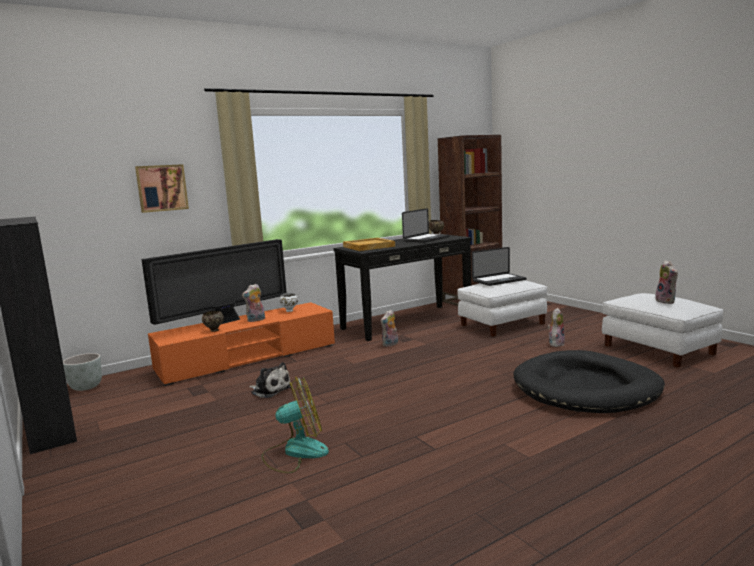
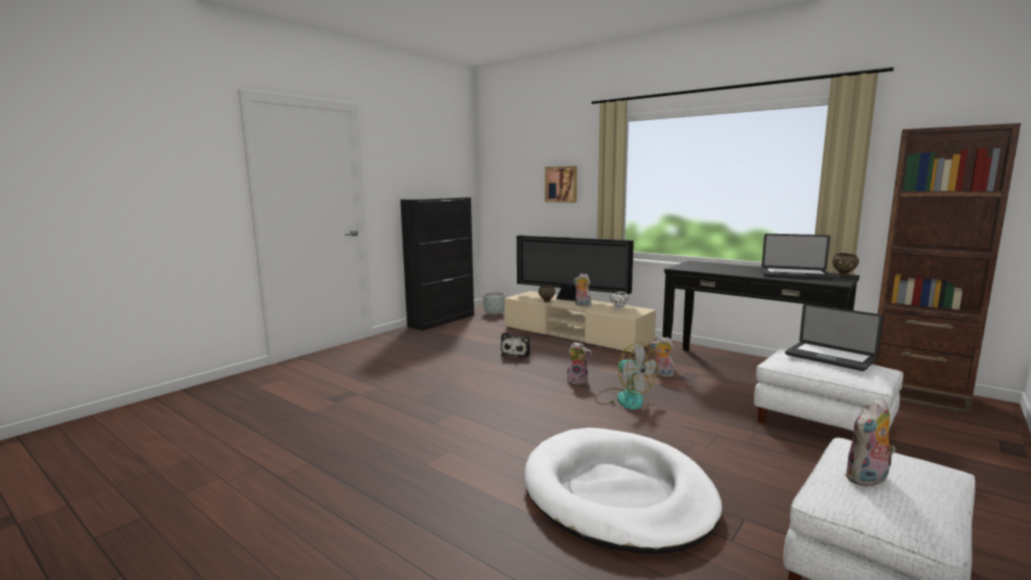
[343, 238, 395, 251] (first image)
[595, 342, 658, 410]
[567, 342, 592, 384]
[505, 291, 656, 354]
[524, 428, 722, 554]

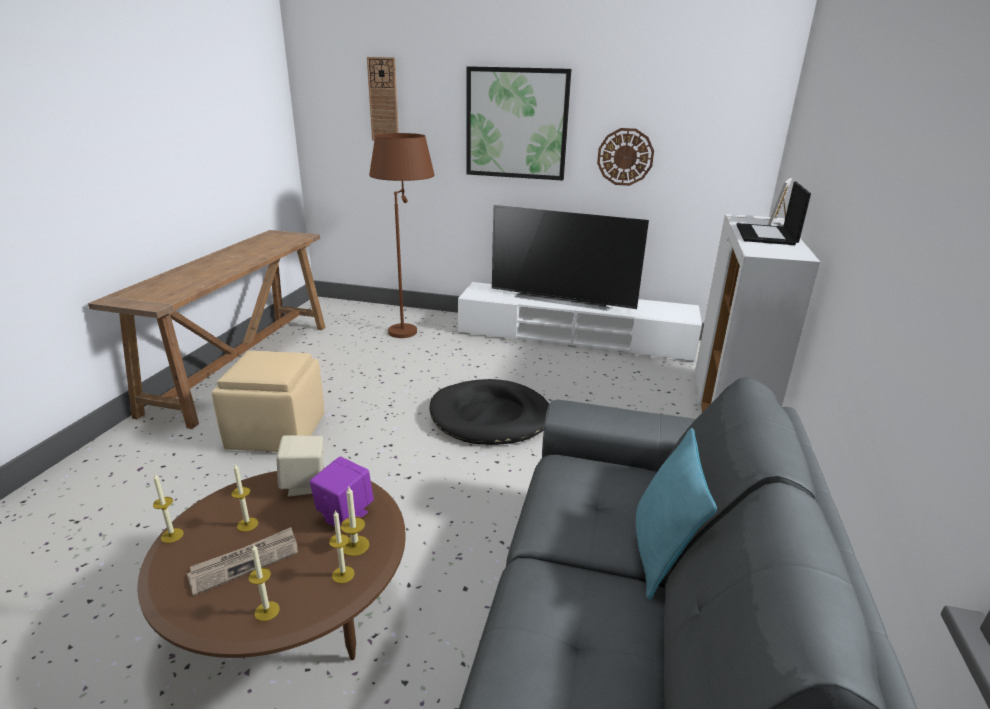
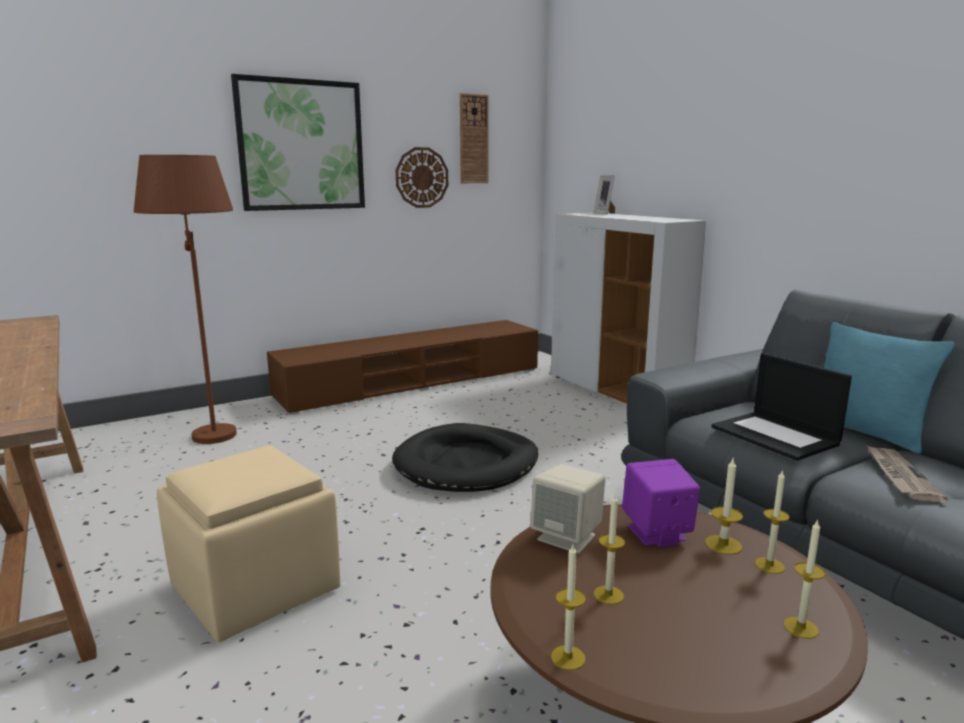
[492, 205, 649, 311] (first image)
[866, 445, 948, 502]
[460, 93, 489, 183]
[711, 353, 852, 461]
[267, 320, 538, 415]

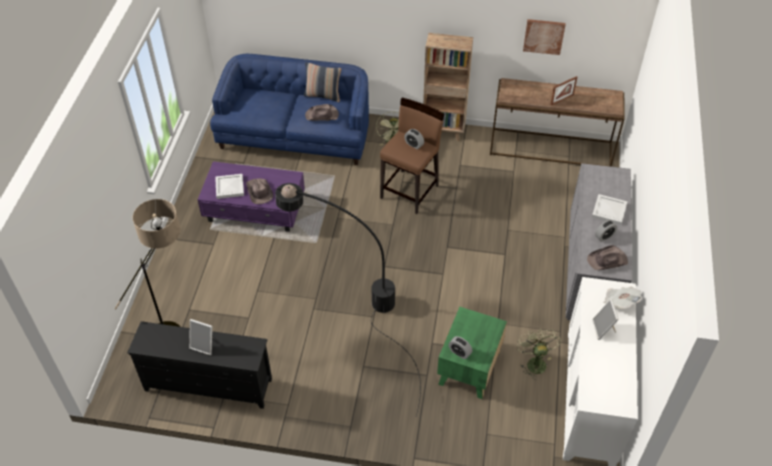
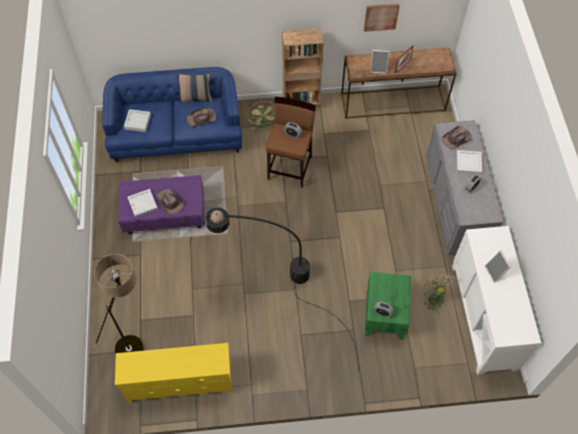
[603, 287, 641, 309] (first image)
[124, 109, 151, 132]
[370, 50, 390, 74]
[442, 126, 472, 149]
[115, 343, 232, 403]

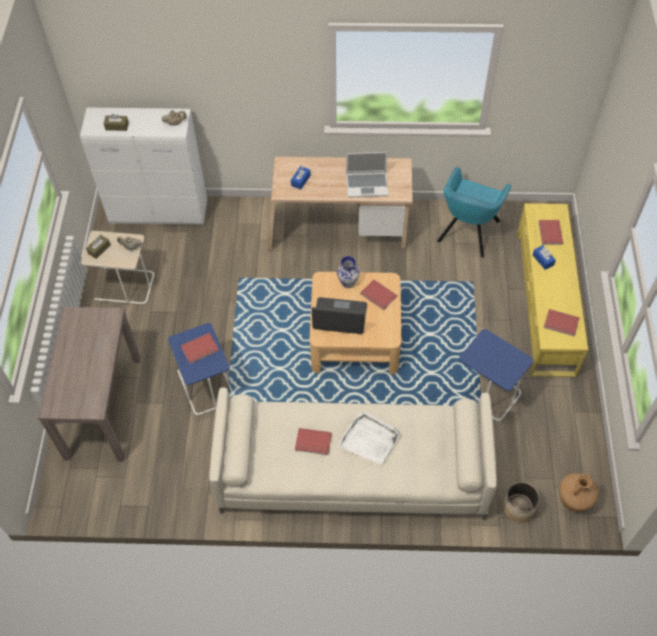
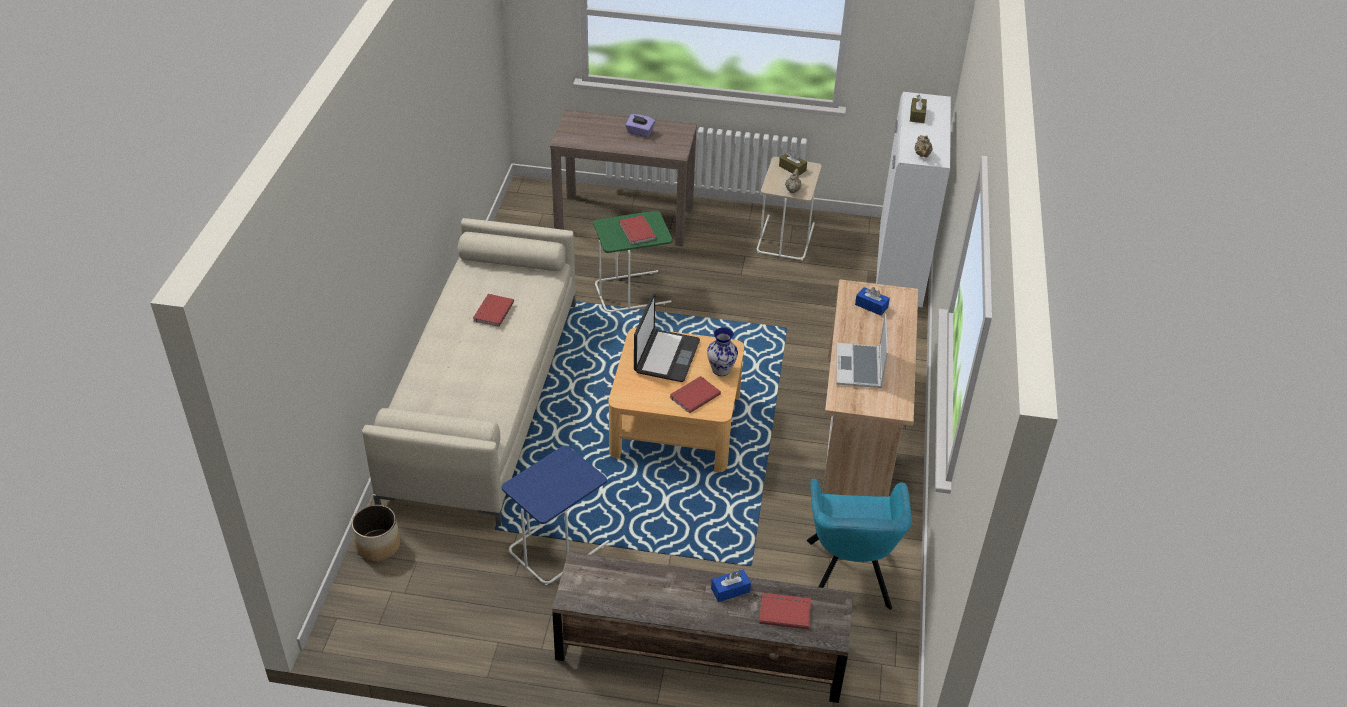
[339, 412, 400, 465] (first image)
[544, 309, 580, 337] (first image)
[559, 473, 599, 512] (first image)
[625, 114, 655, 137]
[593, 211, 673, 312]
[552, 551, 853, 703]
[807, 479, 912, 610]

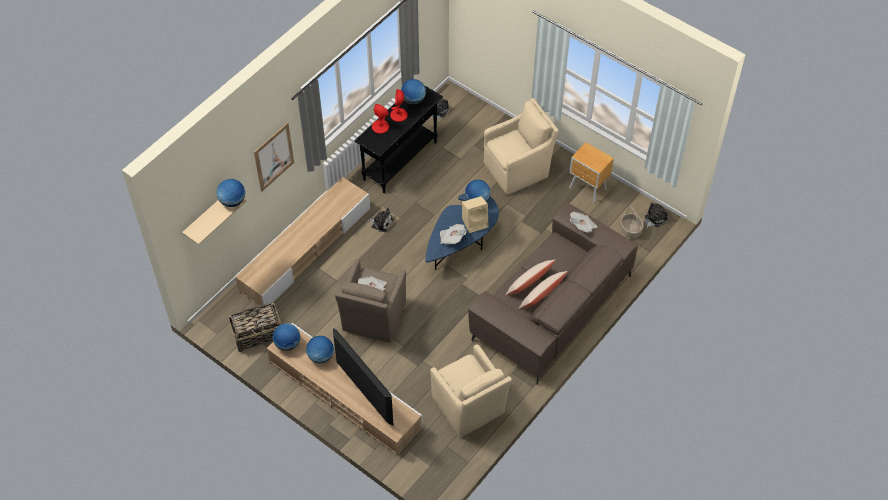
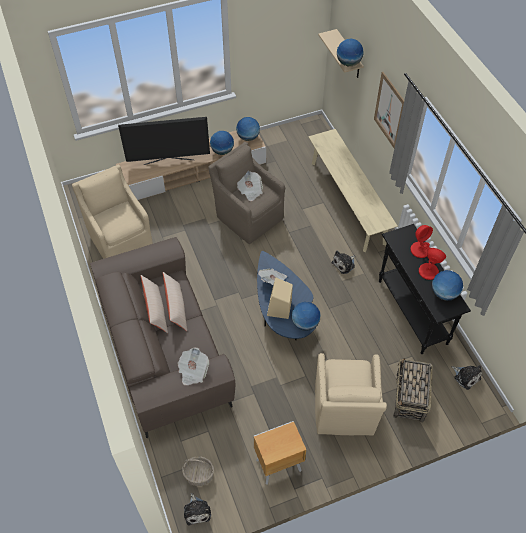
[393, 358, 433, 423]
[308, 129, 398, 252]
[72, 165, 153, 259]

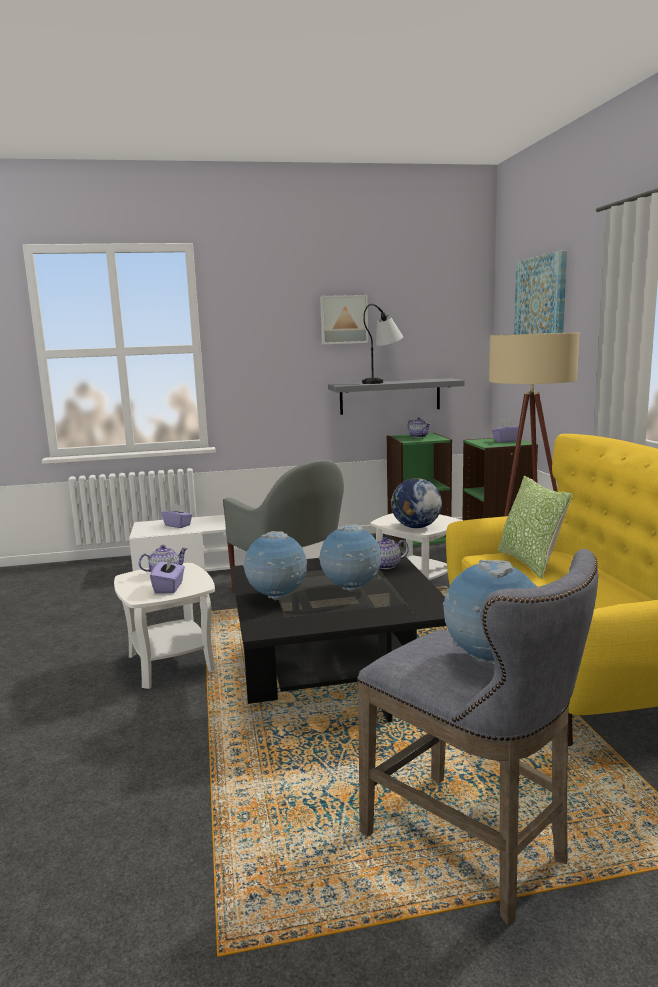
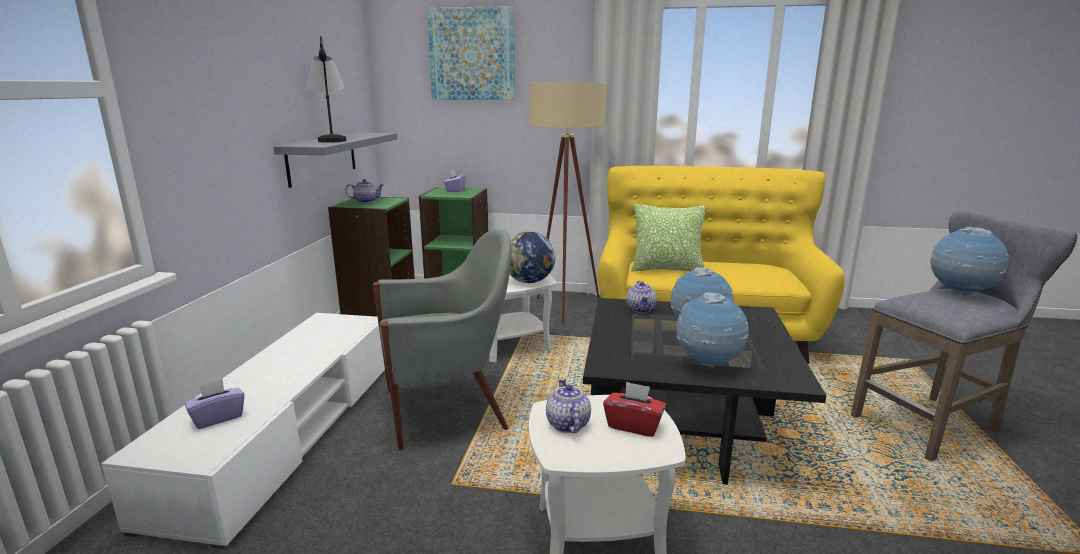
[320, 295, 368, 344] (first image)
[603, 381, 666, 437]

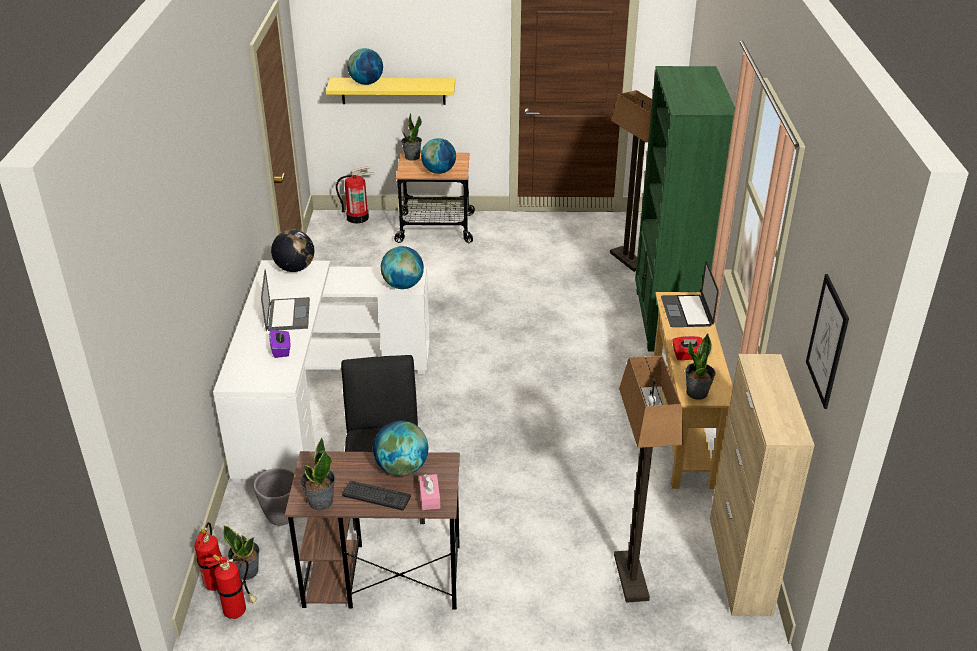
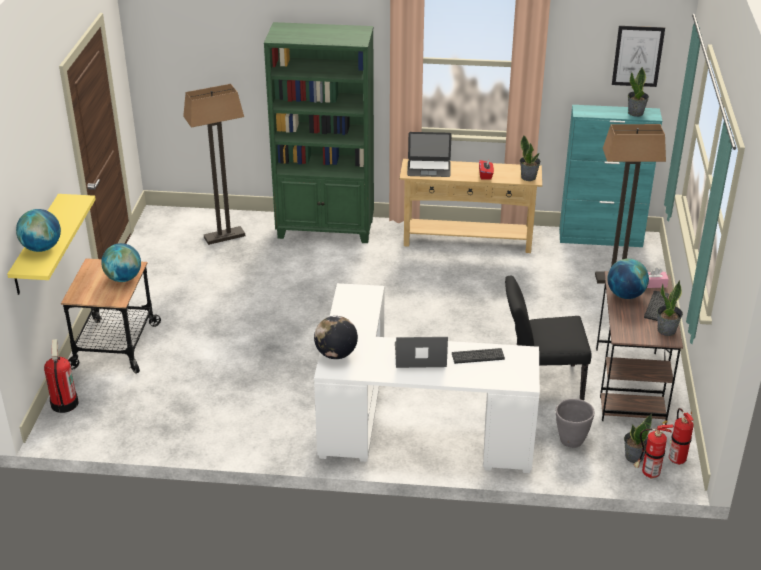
[381, 246, 424, 289] (first image)
[628, 67, 649, 117]
[452, 348, 505, 364]
[559, 105, 662, 247]

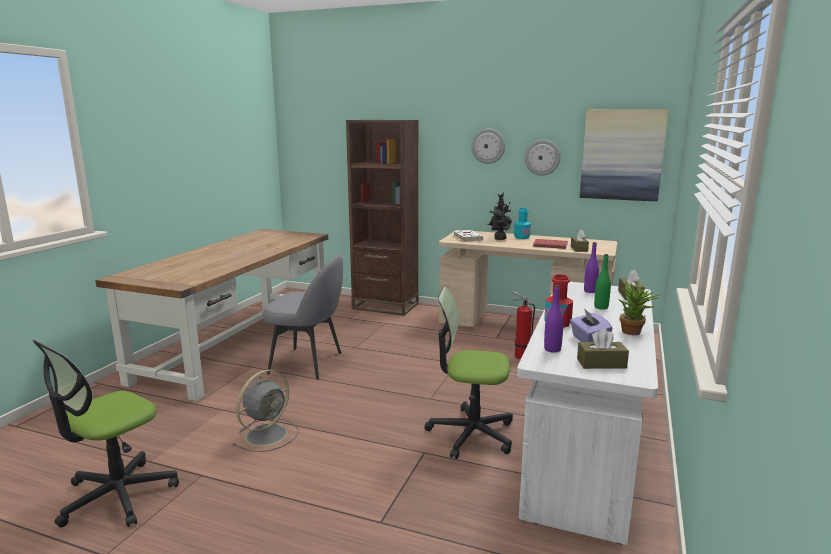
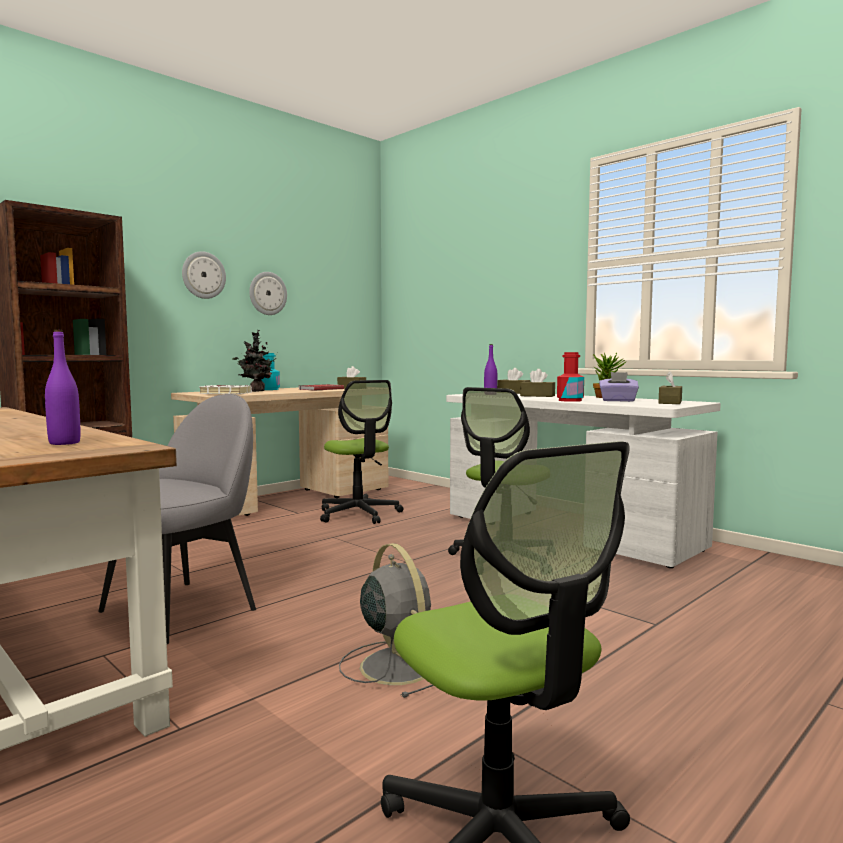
[580, 109, 669, 202] (first image)
[45, 330, 80, 445]
[320, 380, 404, 524]
[520, 369, 555, 397]

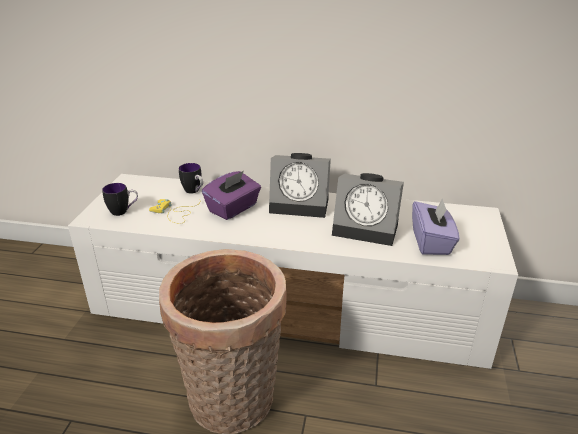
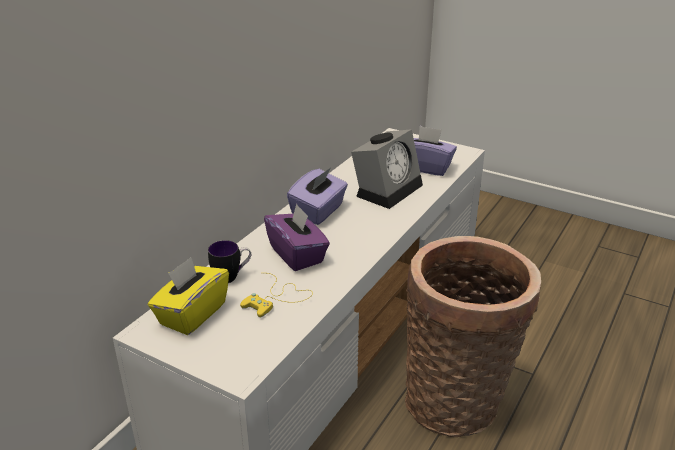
[102, 183, 138, 216] (first image)
[148, 257, 229, 335]
[287, 168, 348, 225]

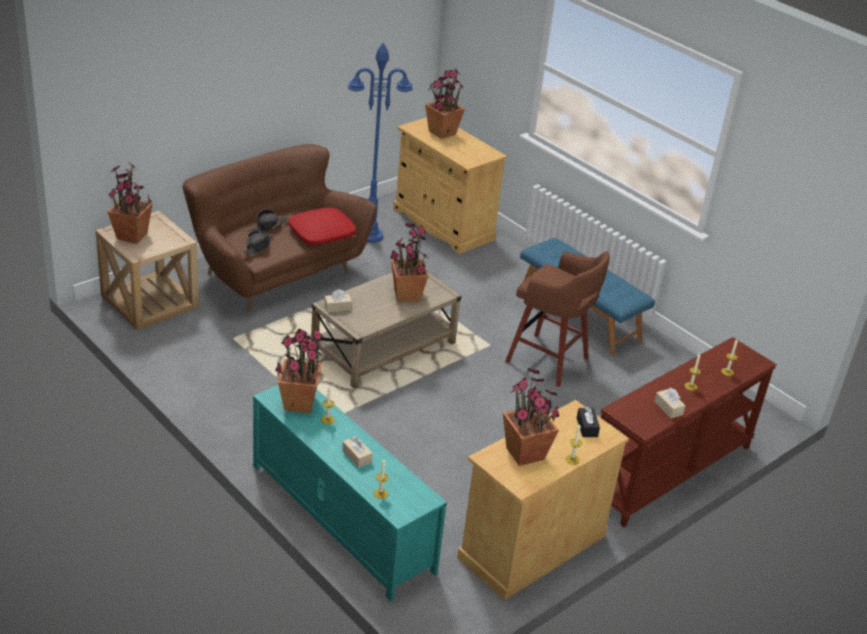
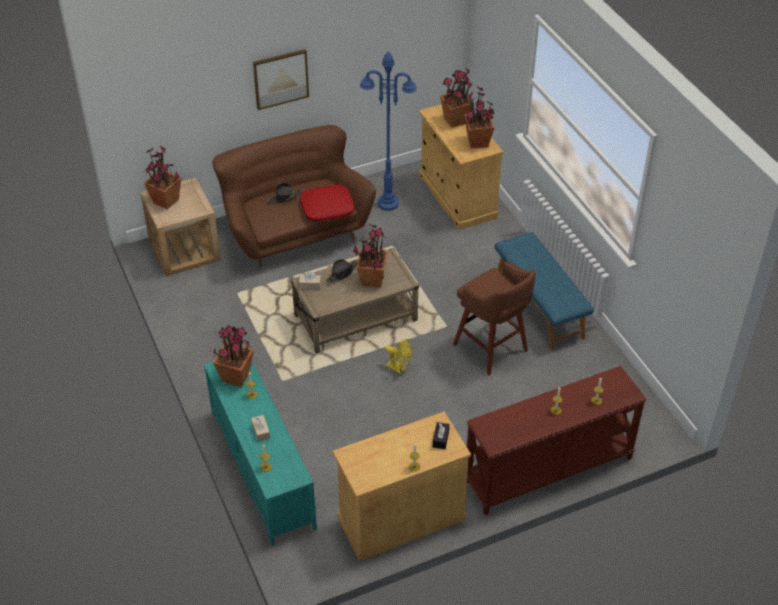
[654, 388, 685, 418] (first image)
[253, 49, 309, 110]
[385, 339, 413, 374]
[326, 259, 358, 283]
[464, 86, 495, 149]

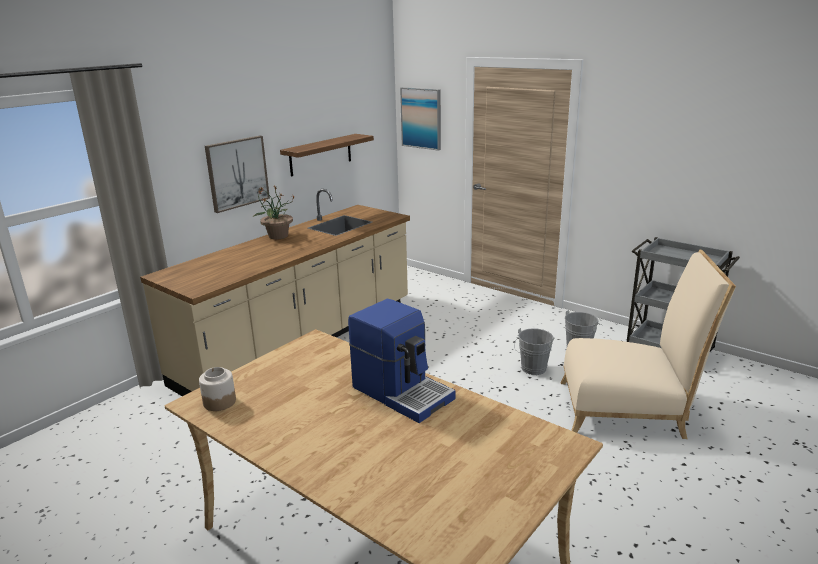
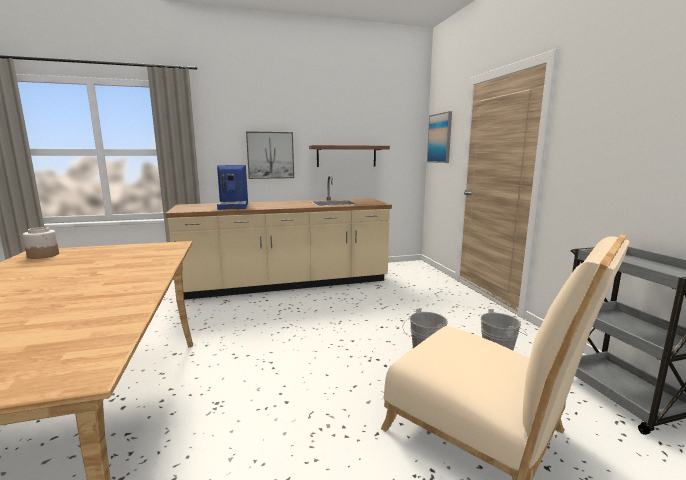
[253, 186, 295, 239] (first image)
[217, 165, 248, 210]

